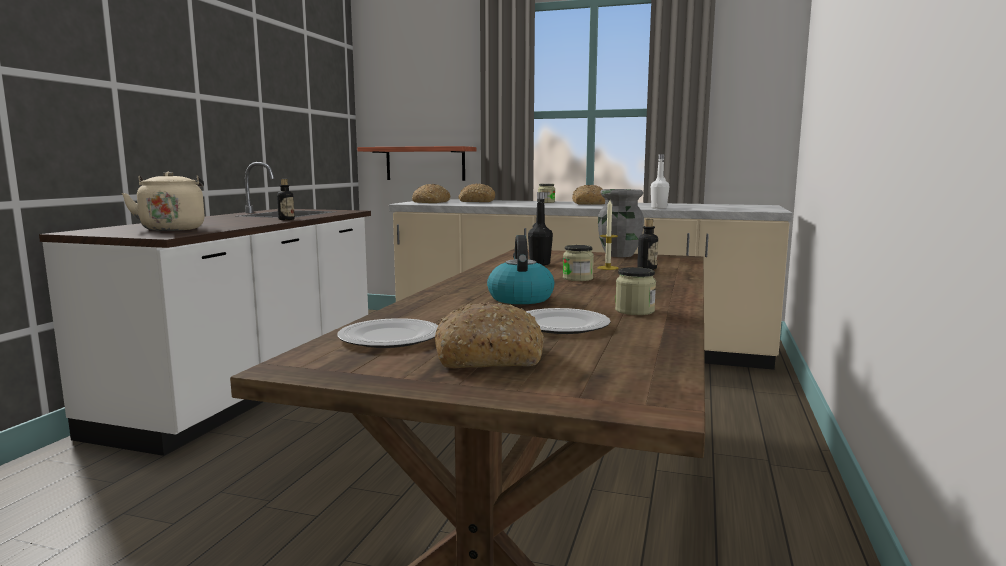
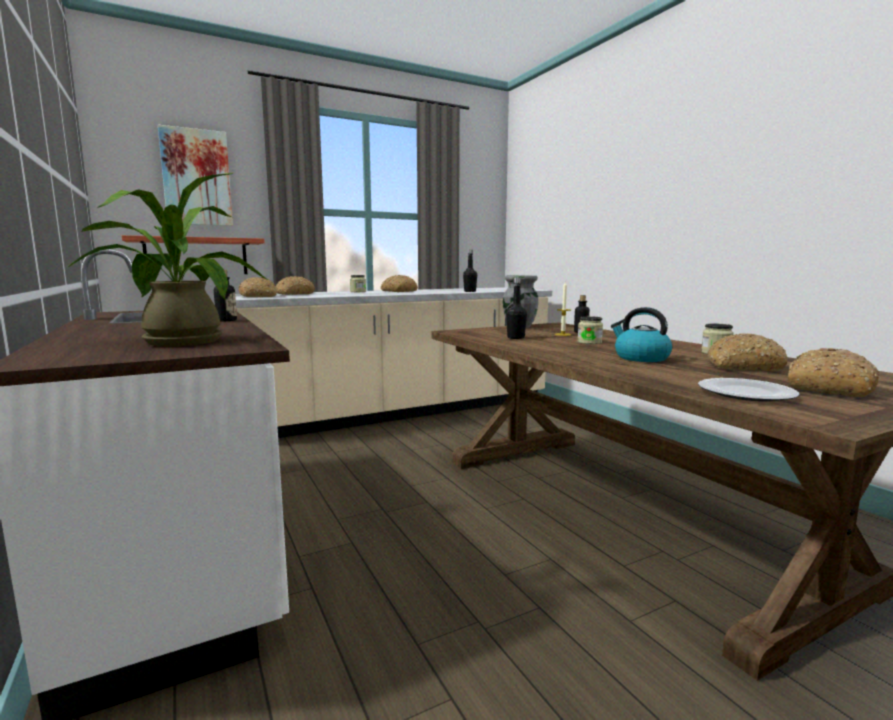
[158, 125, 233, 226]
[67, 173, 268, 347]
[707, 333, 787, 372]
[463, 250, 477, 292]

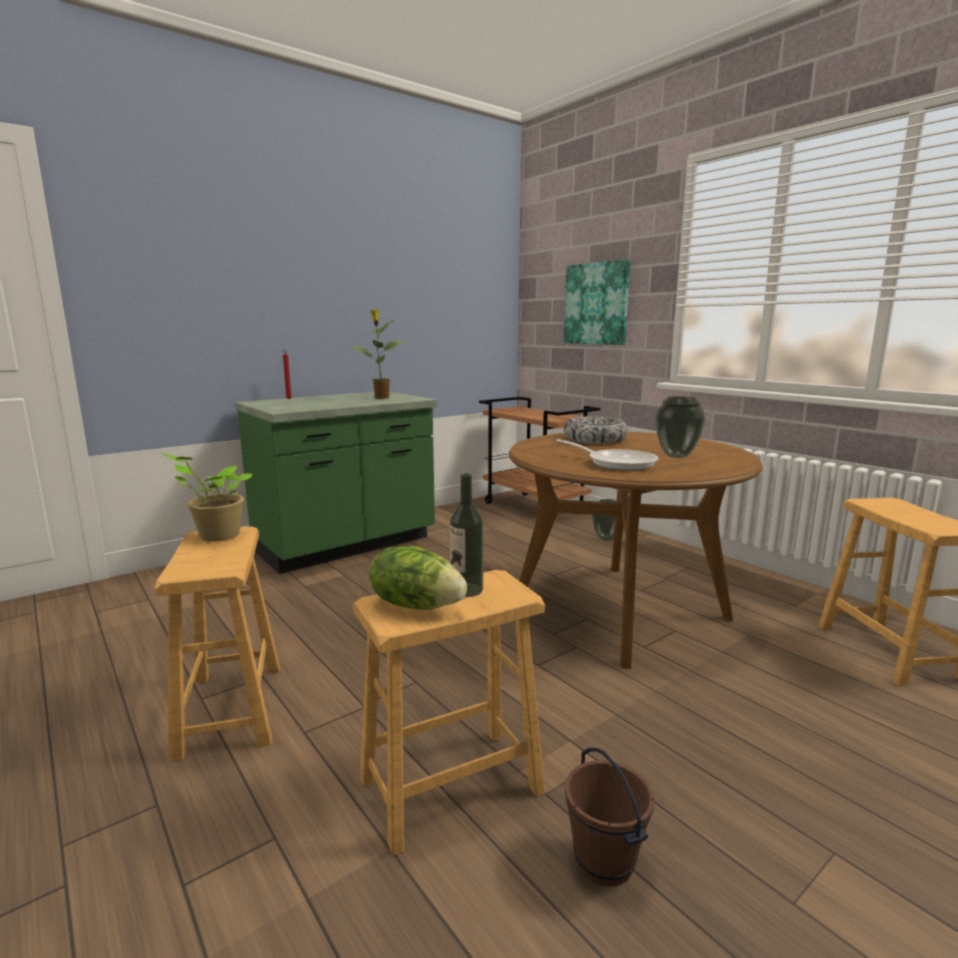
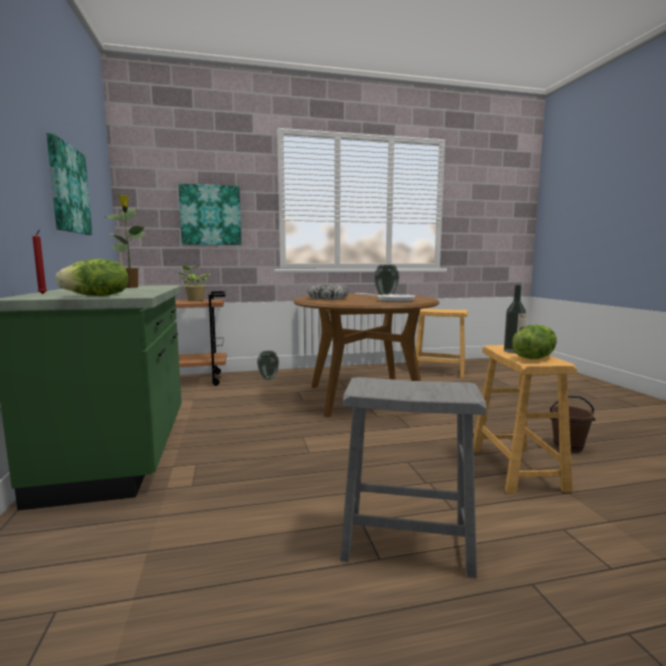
[46, 133, 92, 235]
[55, 259, 129, 296]
[179, 265, 210, 301]
[340, 377, 487, 578]

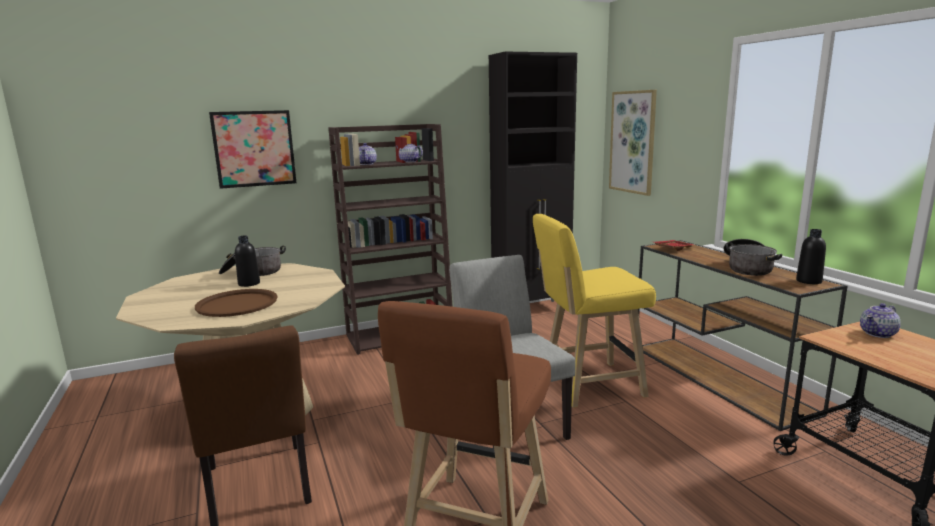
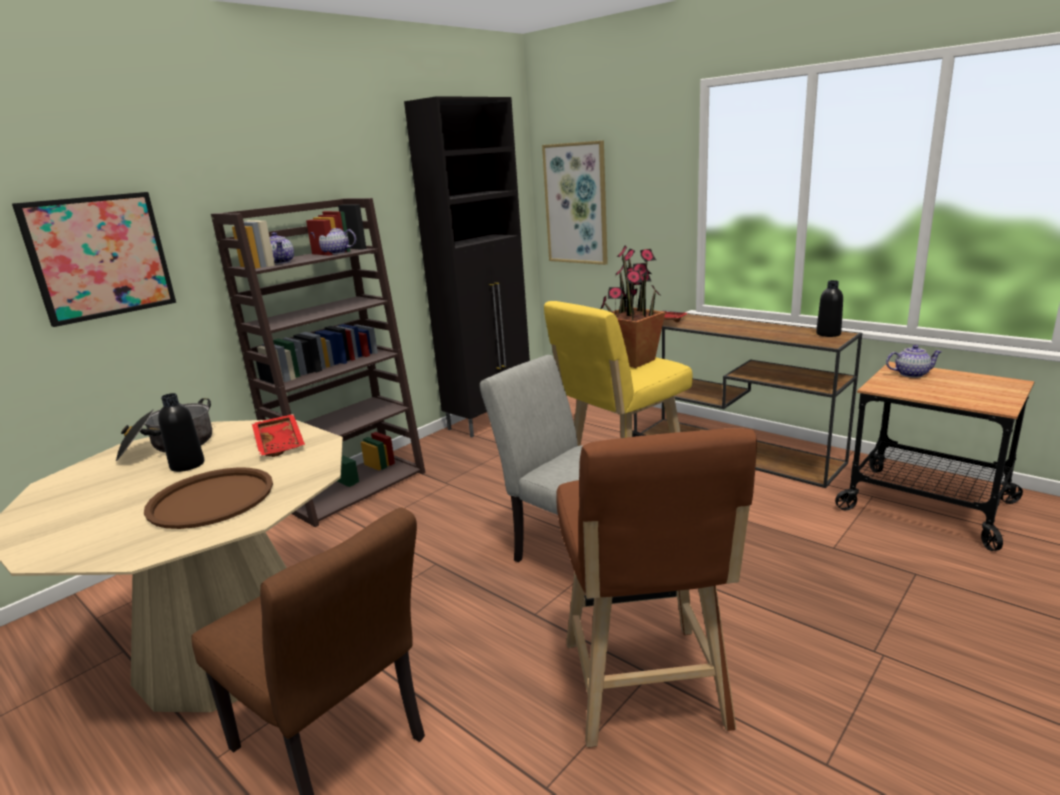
[723, 239, 782, 276] (first image)
[252, 414, 305, 457]
[600, 245, 665, 368]
[886, 345, 942, 378]

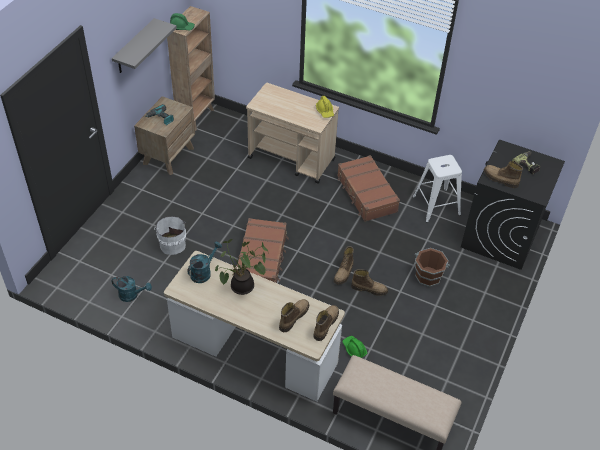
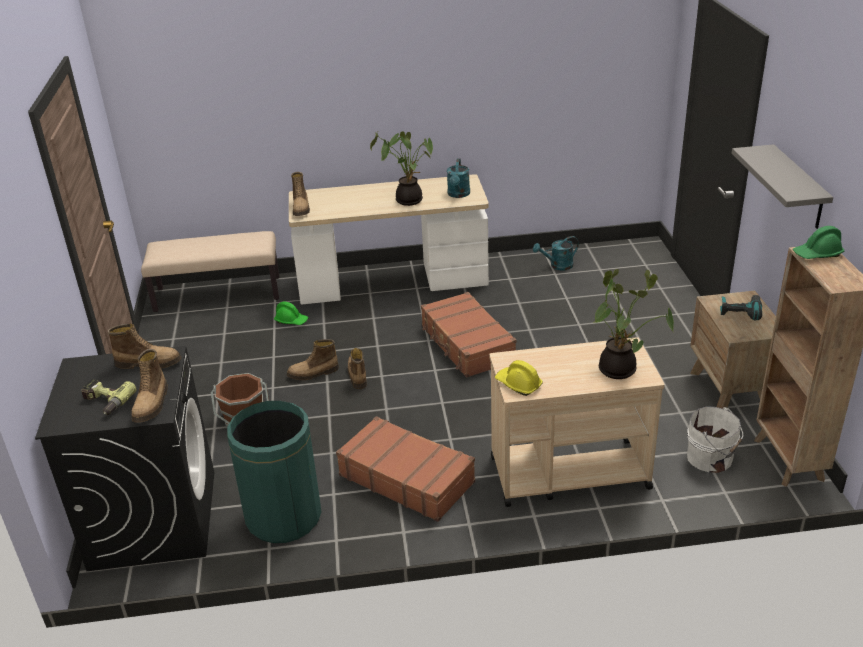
[594, 269, 674, 379]
[687, 406, 743, 473]
[131, 349, 168, 423]
[227, 401, 321, 543]

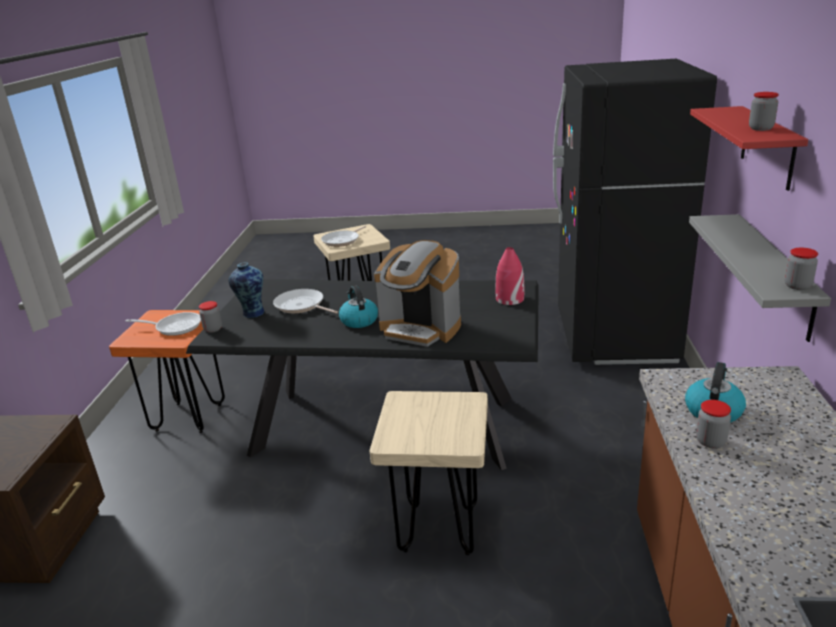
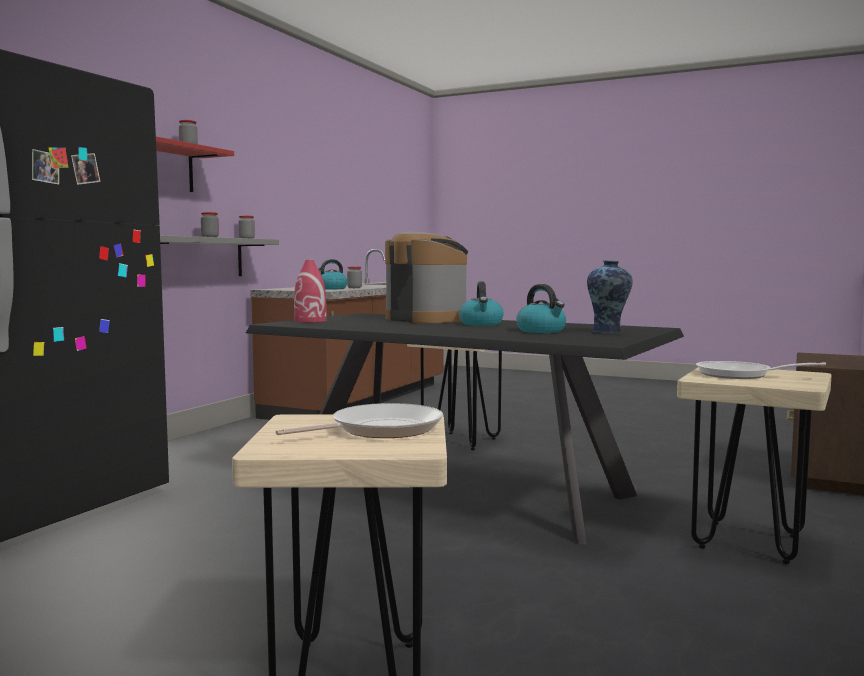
[201, 212, 219, 237]
[516, 284, 566, 333]
[677, 367, 832, 564]

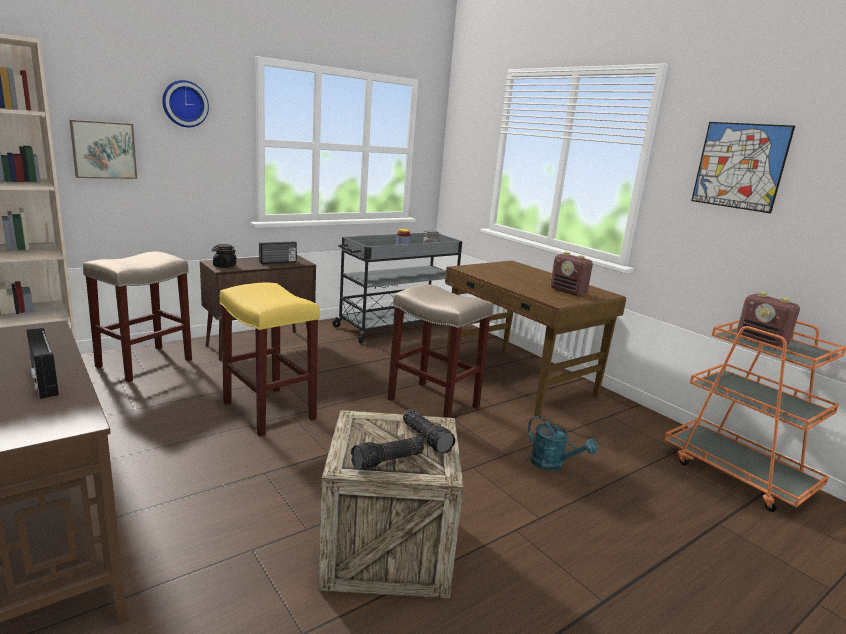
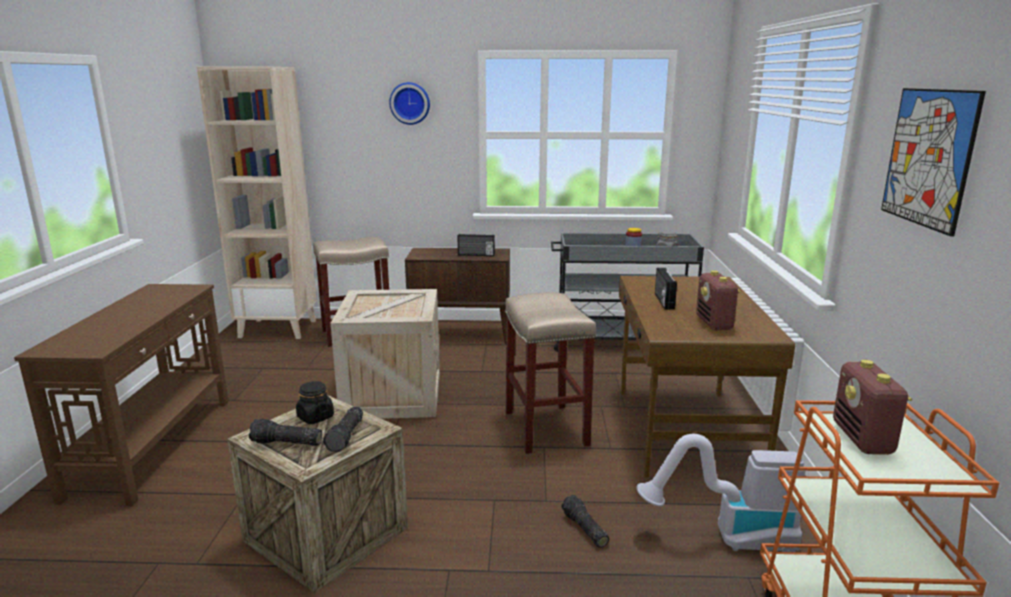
[69, 120, 137, 179] (first image)
[636, 434, 805, 552]
[655, 268, 677, 310]
[296, 381, 334, 424]
[330, 289, 440, 419]
[562, 495, 609, 548]

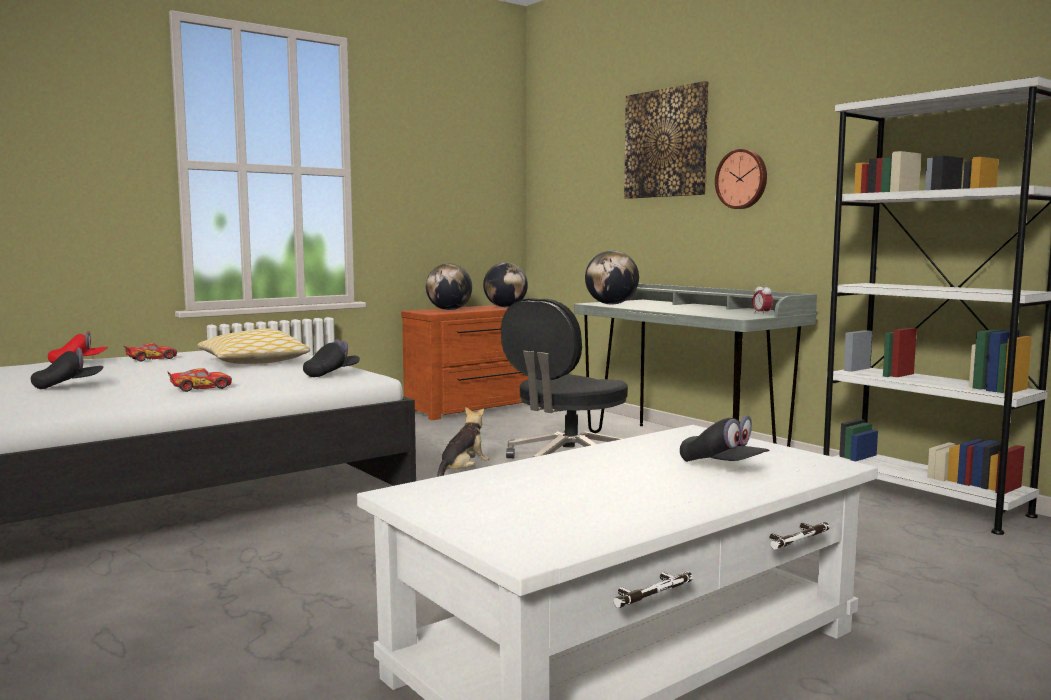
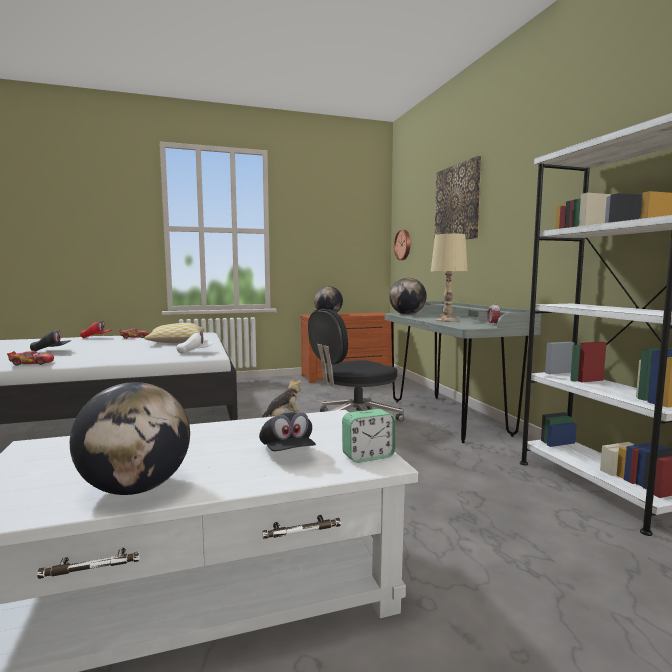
[342, 409, 395, 463]
[431, 234, 467, 322]
[7, 351, 54, 366]
[70, 382, 190, 495]
[394, 230, 410, 260]
[176, 331, 214, 354]

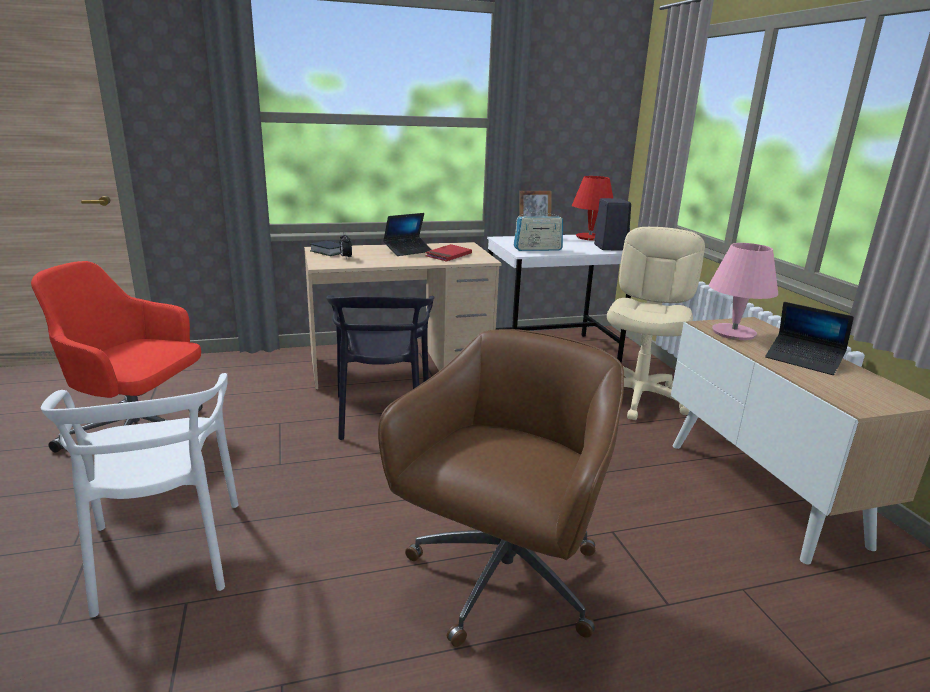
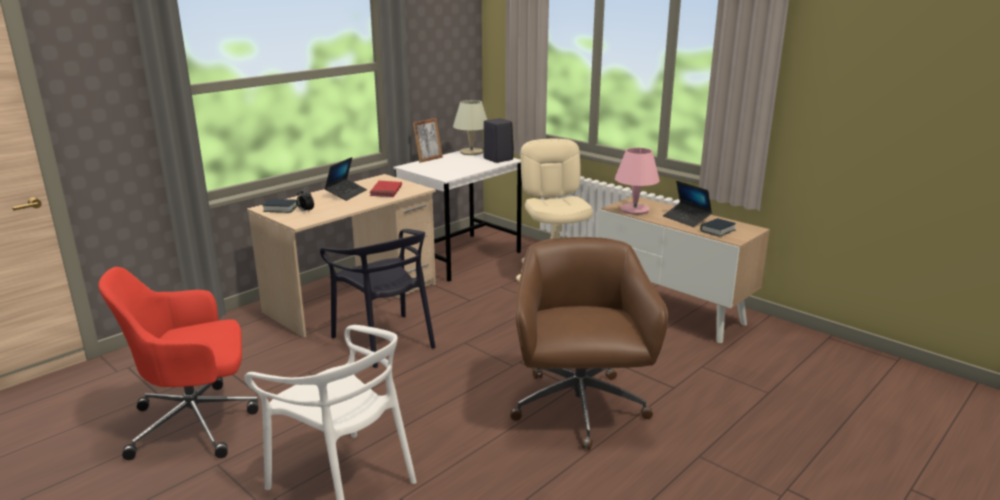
[514, 209, 563, 251] (first image)
[700, 218, 736, 237]
[453, 100, 487, 155]
[663, 181, 712, 227]

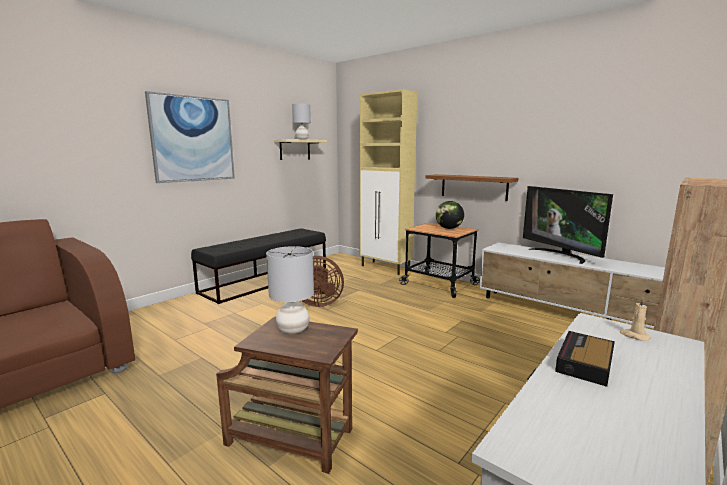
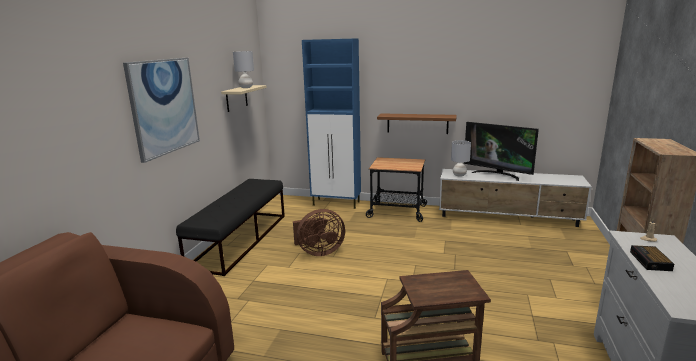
[436, 201, 464, 229] (first image)
[451, 140, 471, 177]
[302, 38, 361, 209]

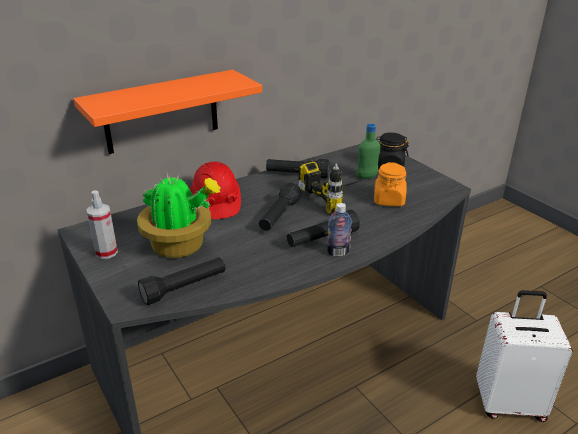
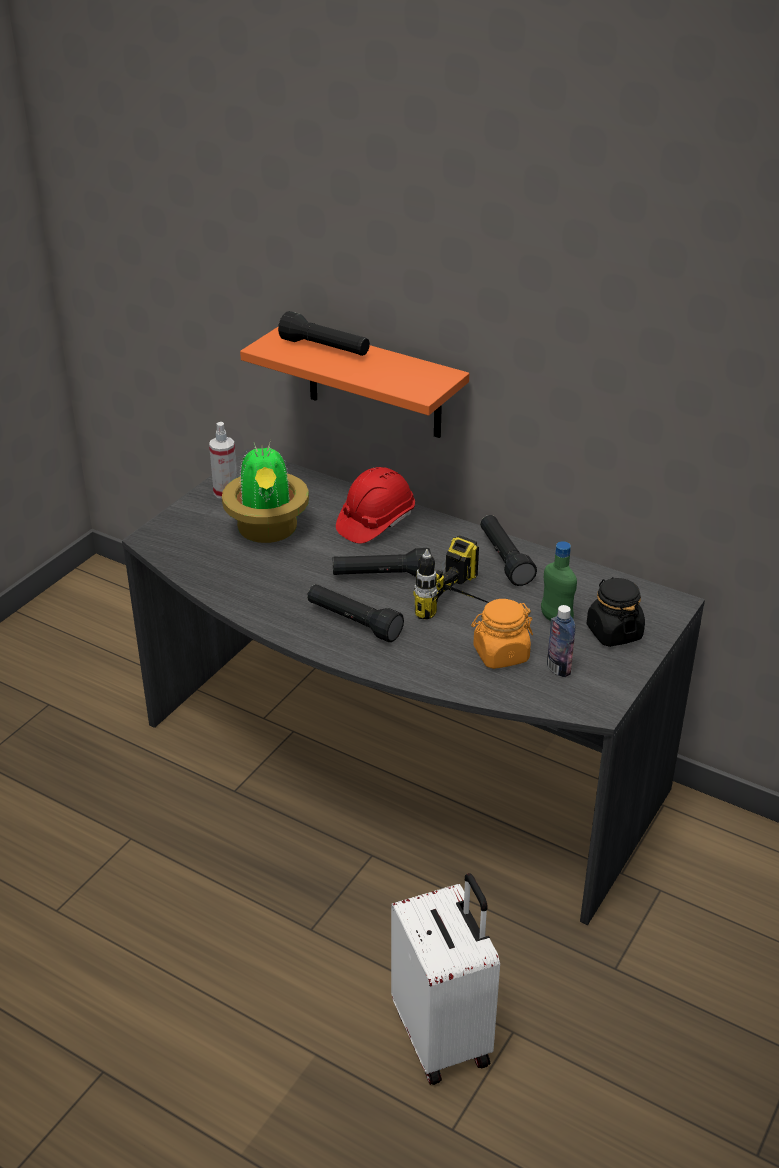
[278, 311, 370, 356]
[547, 605, 575, 677]

